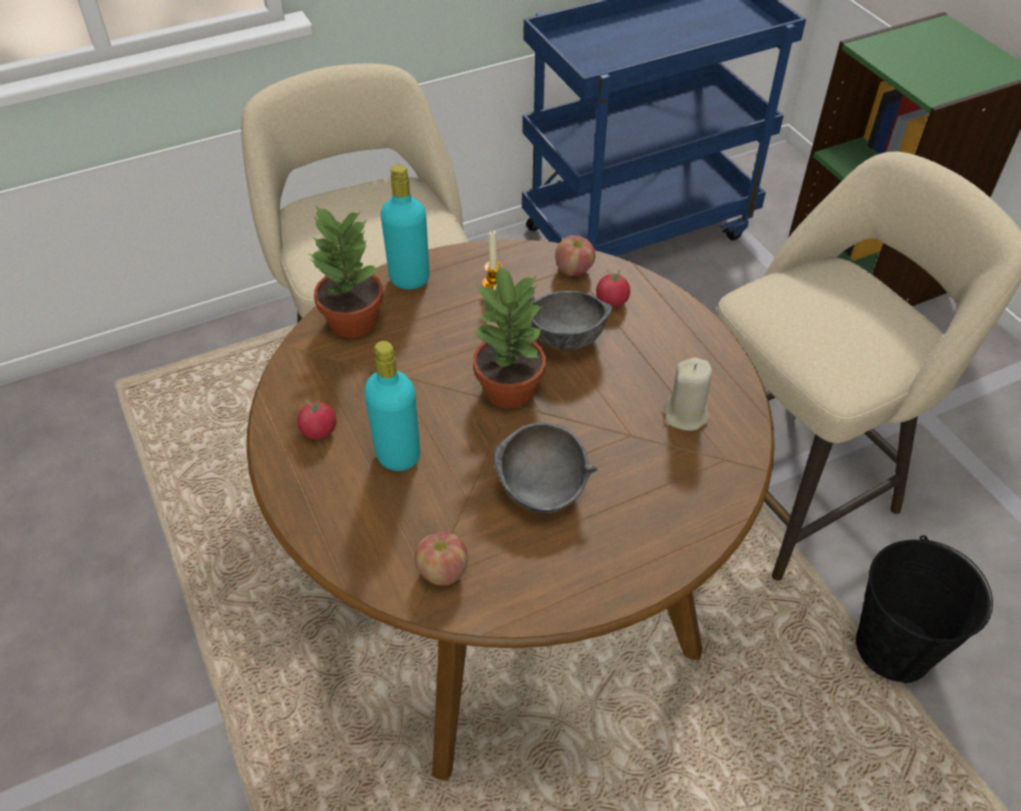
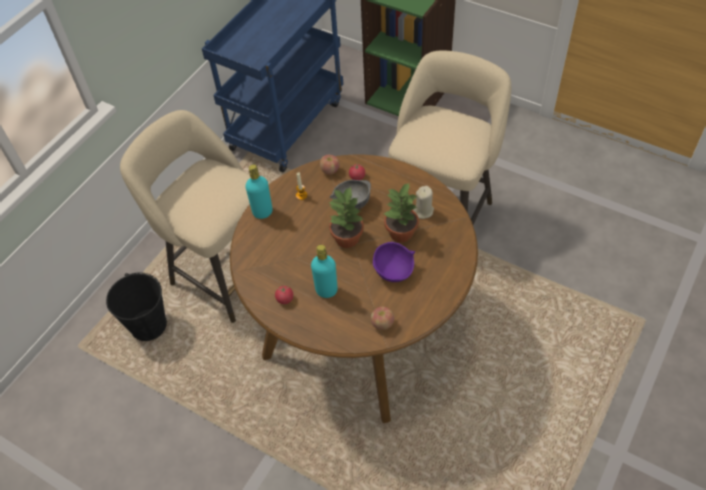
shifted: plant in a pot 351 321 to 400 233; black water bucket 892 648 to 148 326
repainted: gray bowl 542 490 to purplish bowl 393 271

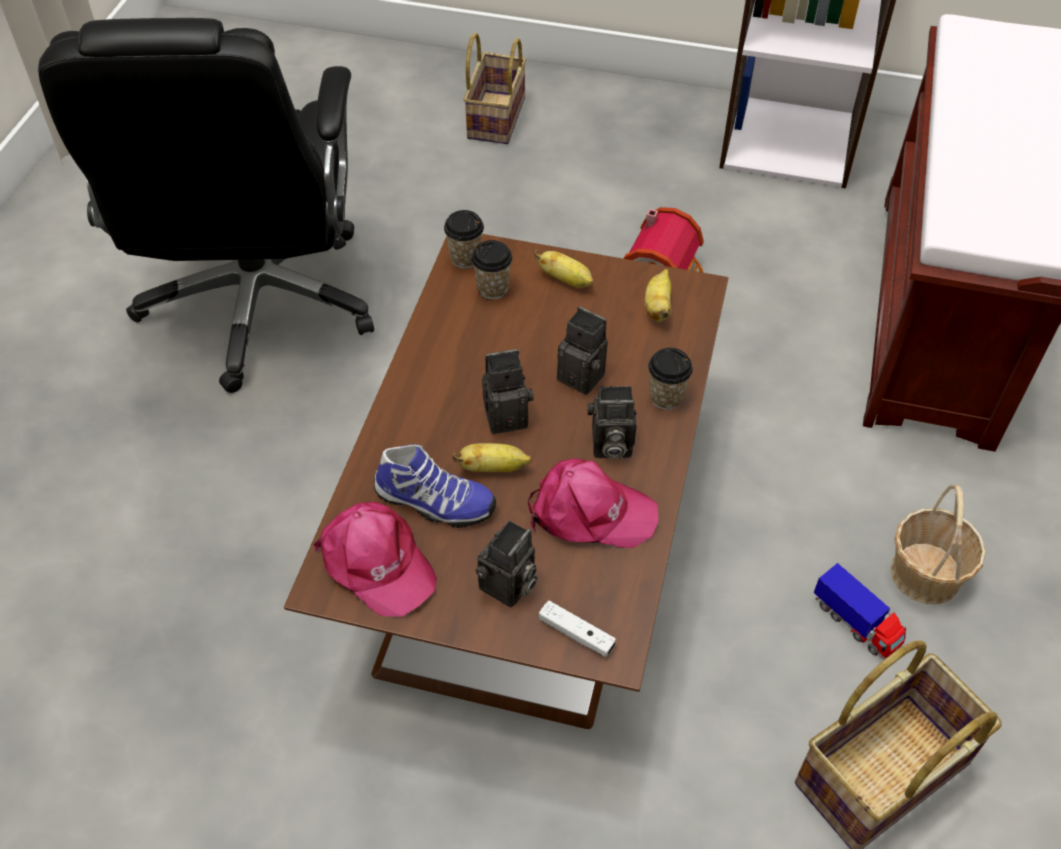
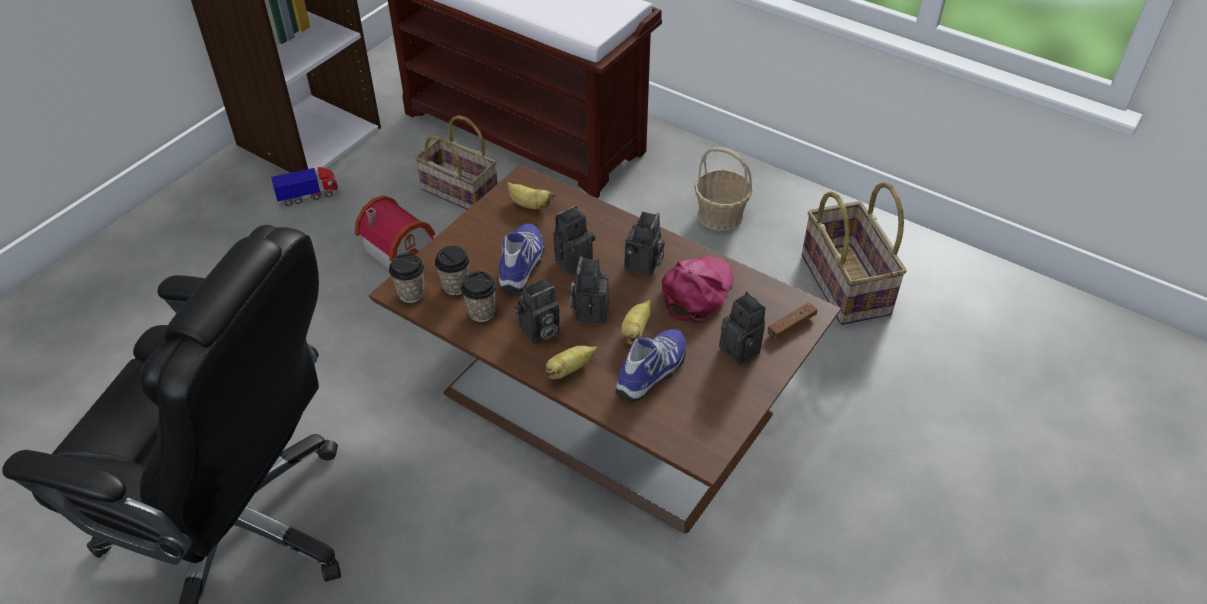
gone: pink peaked cap 376 563
new: item of footwear 523 265; still camera 539 332
shifted: basket 495 116 to 457 192; whole banana 566 280 to 569 370; small cup 666 397 to 481 312; model truck 856 624 to 308 196
repainted: white-coloured game controller 576 634 to brown-coloured game controller 791 325

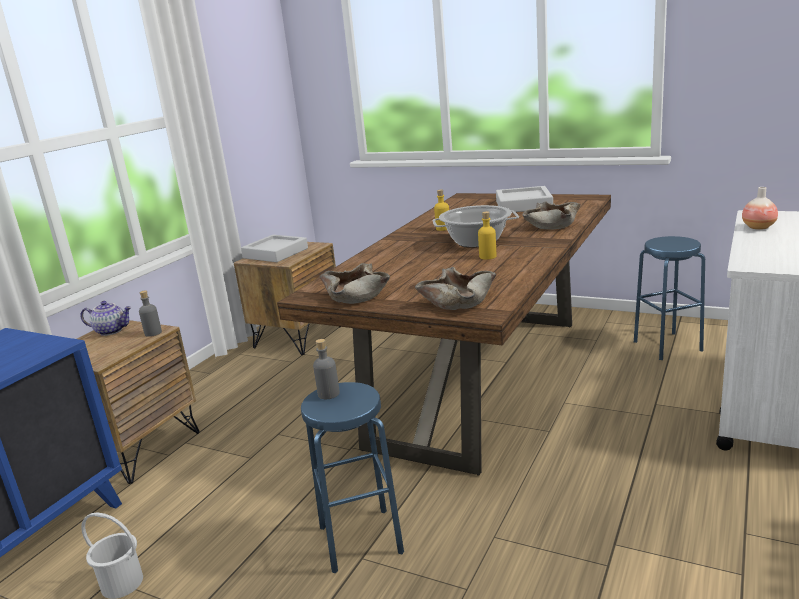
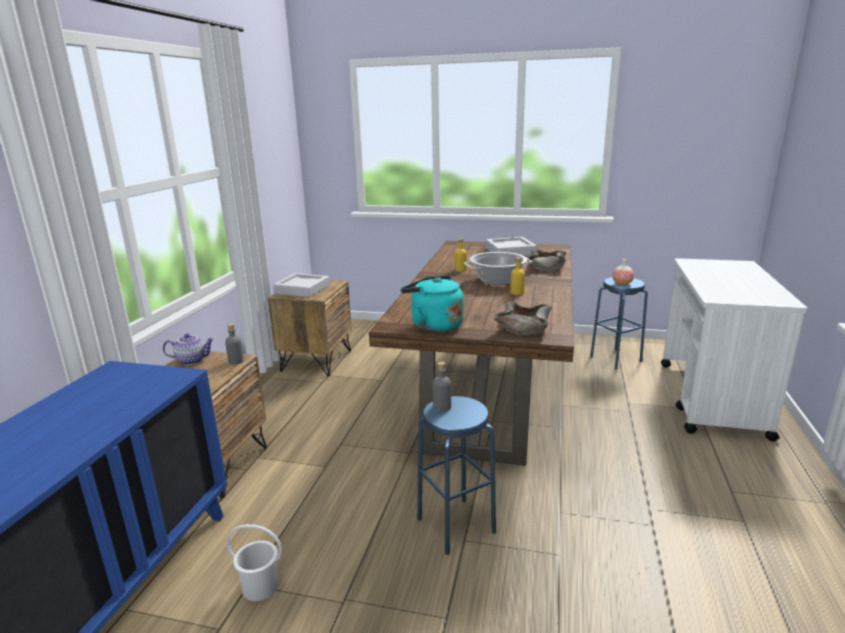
shifted: vase 758 227 to 622 284
swapped: sand-coloured bowl 355 296 to blue-green water kettle 434 325

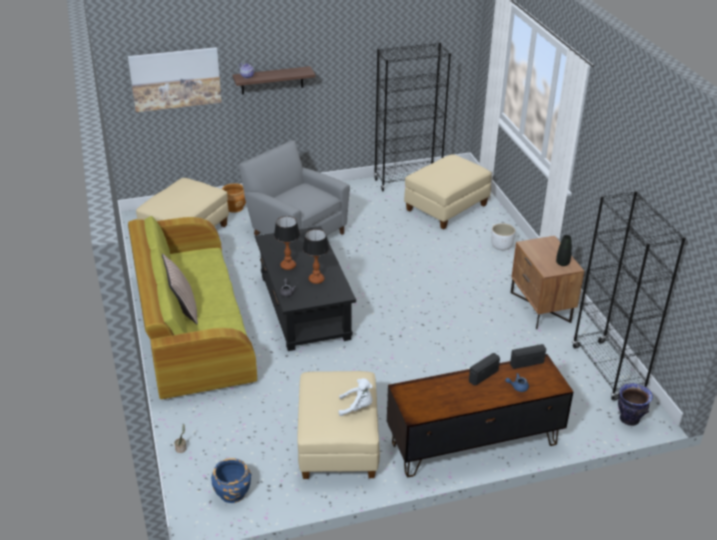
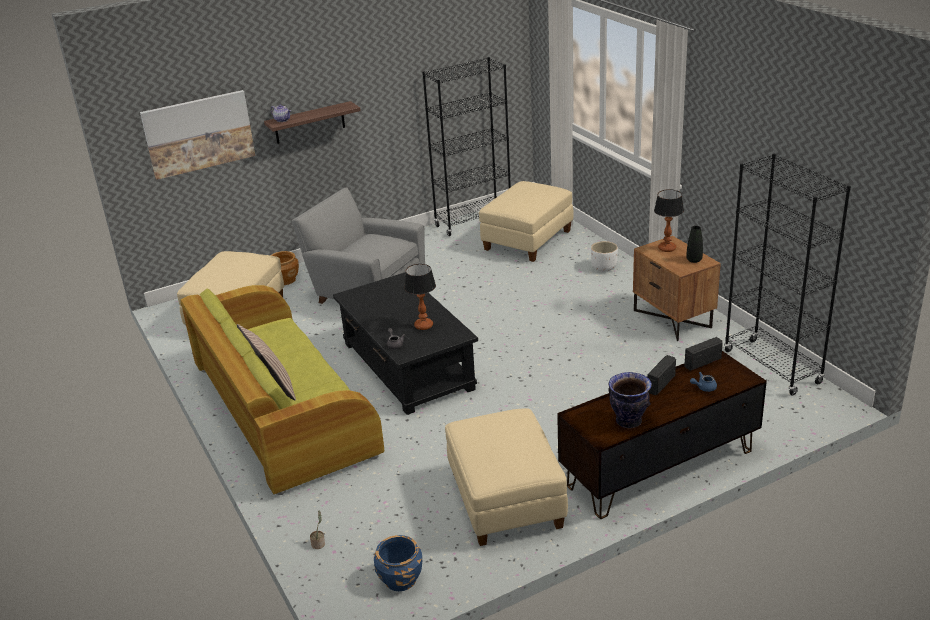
gone: white-coloured plush toy 357 407
shifted: table lamp 288 266 to 667 249; vase 629 419 to 628 421

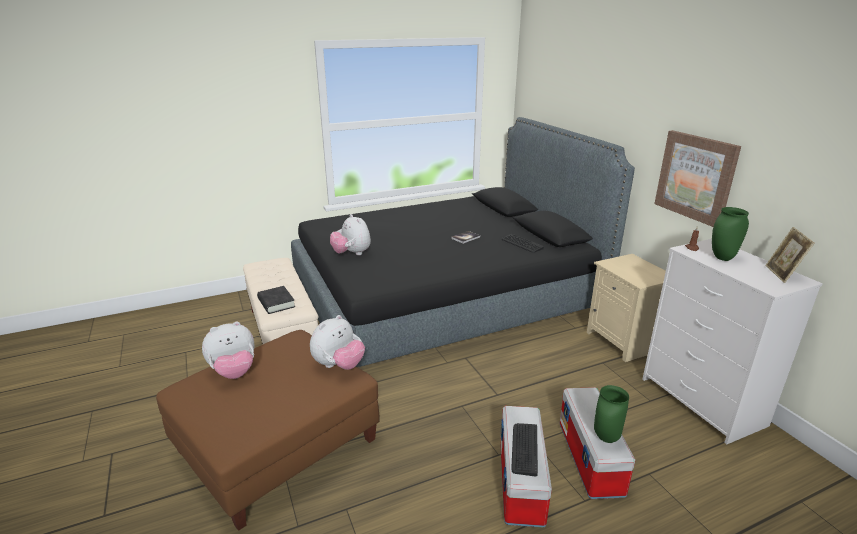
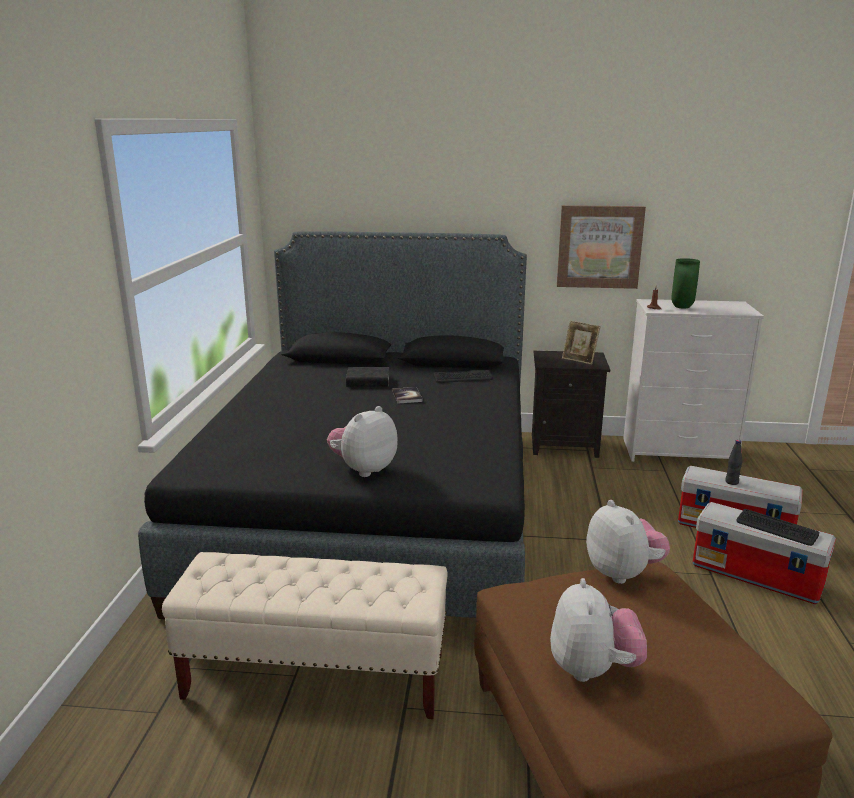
gone: greenish vase 605 437
new: black bottle 731 482
shifted: black bound book 276 303 to 368 381; picture frame 782 274 to 579 360
repainted: sand-coloured bedside table 624 342 to black bedside table 565 445
rotated: plush toy 352 254 = 363 469 135 degrees clockwise

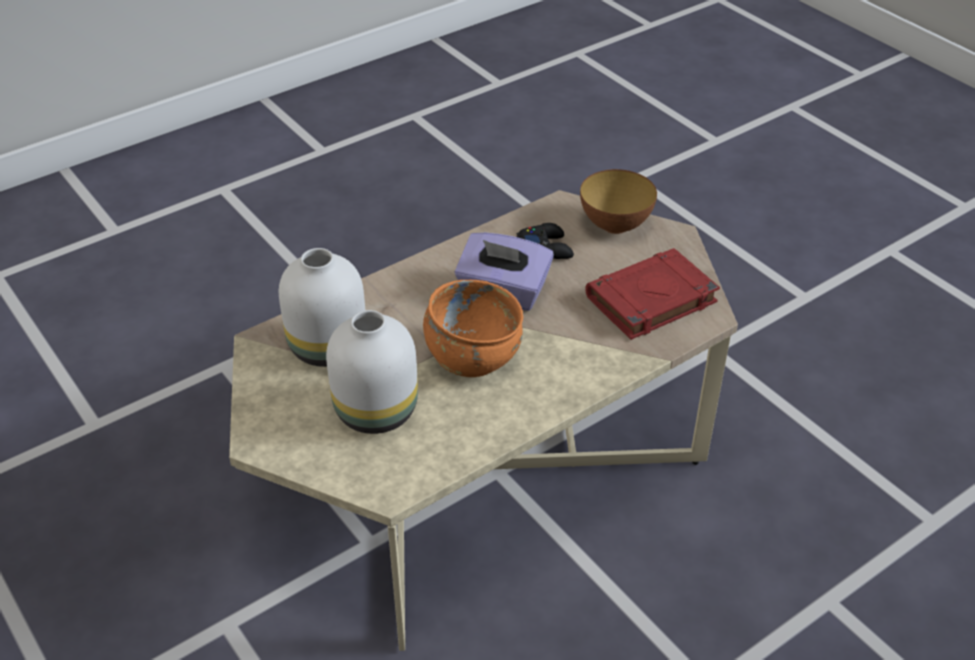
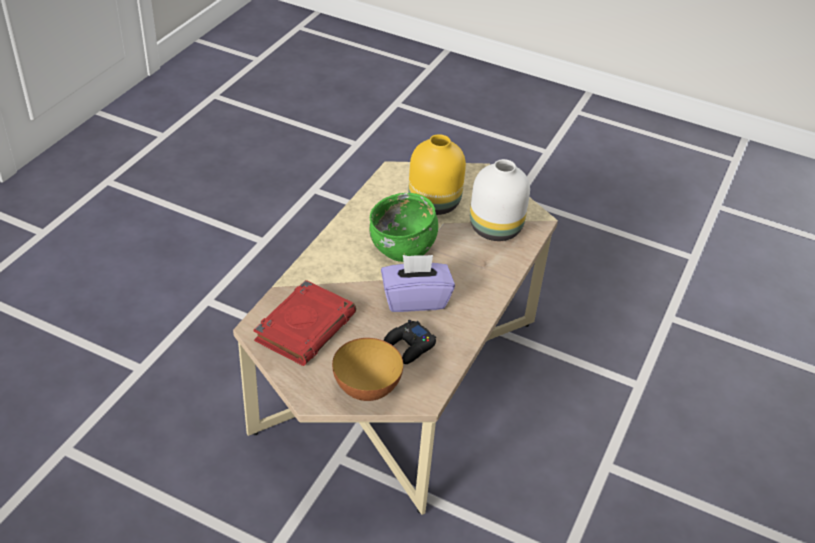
repainted: white-coloured vase 378 410 to yellow vase 433 204; orange bowl 472 358 to greenish bowl 402 248

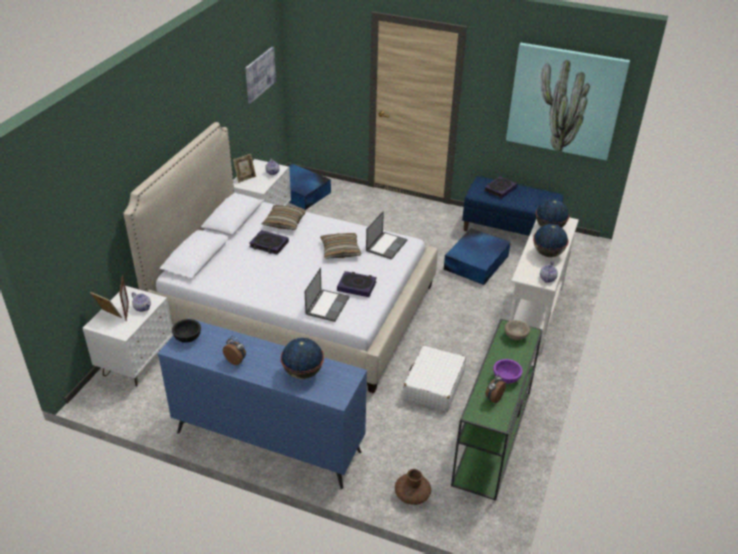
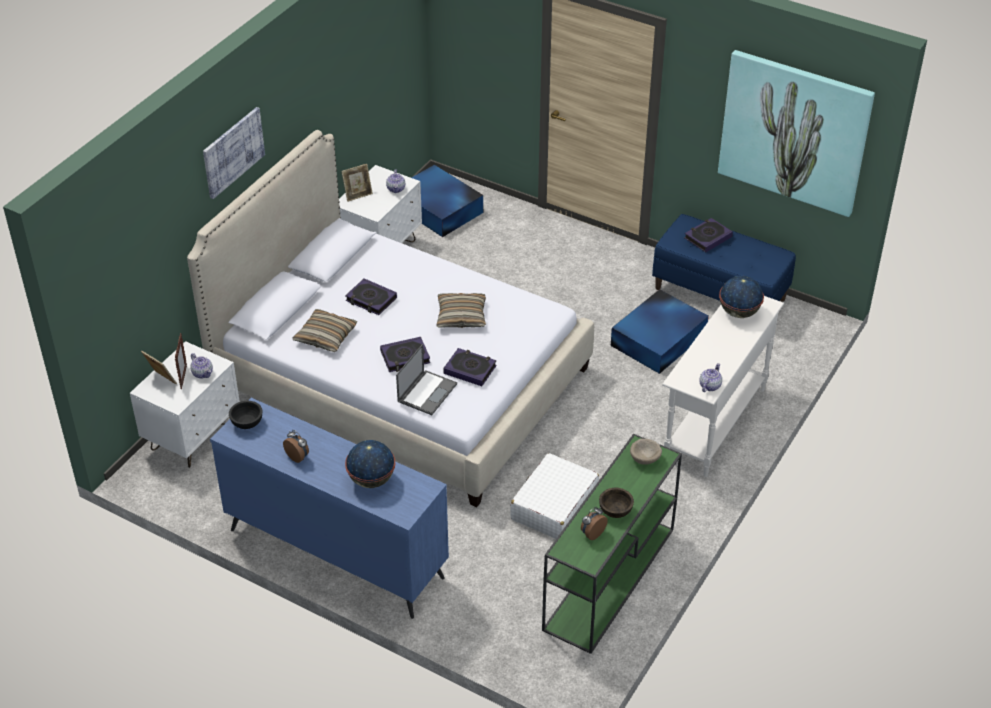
gone: portable computer 386 245; brown-coloured vase 412 494; world globe 548 254
new: bound book 405 357
shifted: picture 259 74 to 233 152; pillow 284 222 to 326 336
repainted: purplish bowl 506 378 to brown-coloured bowl 615 510

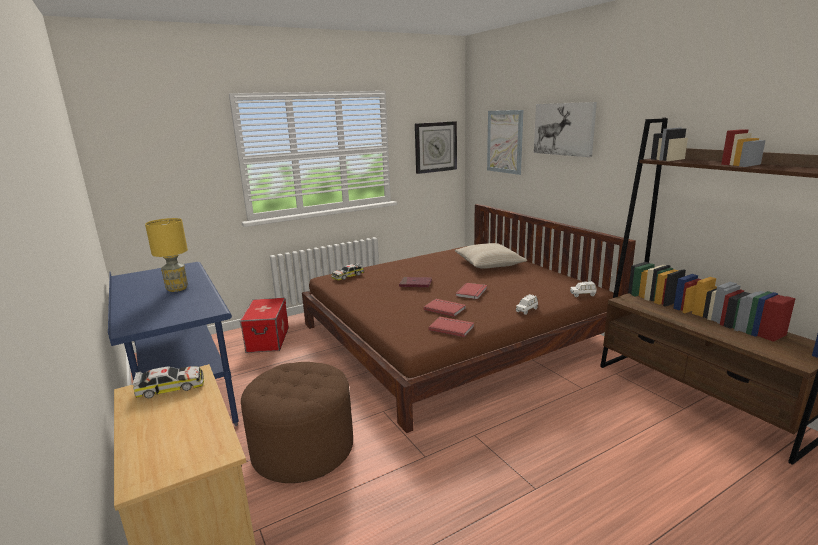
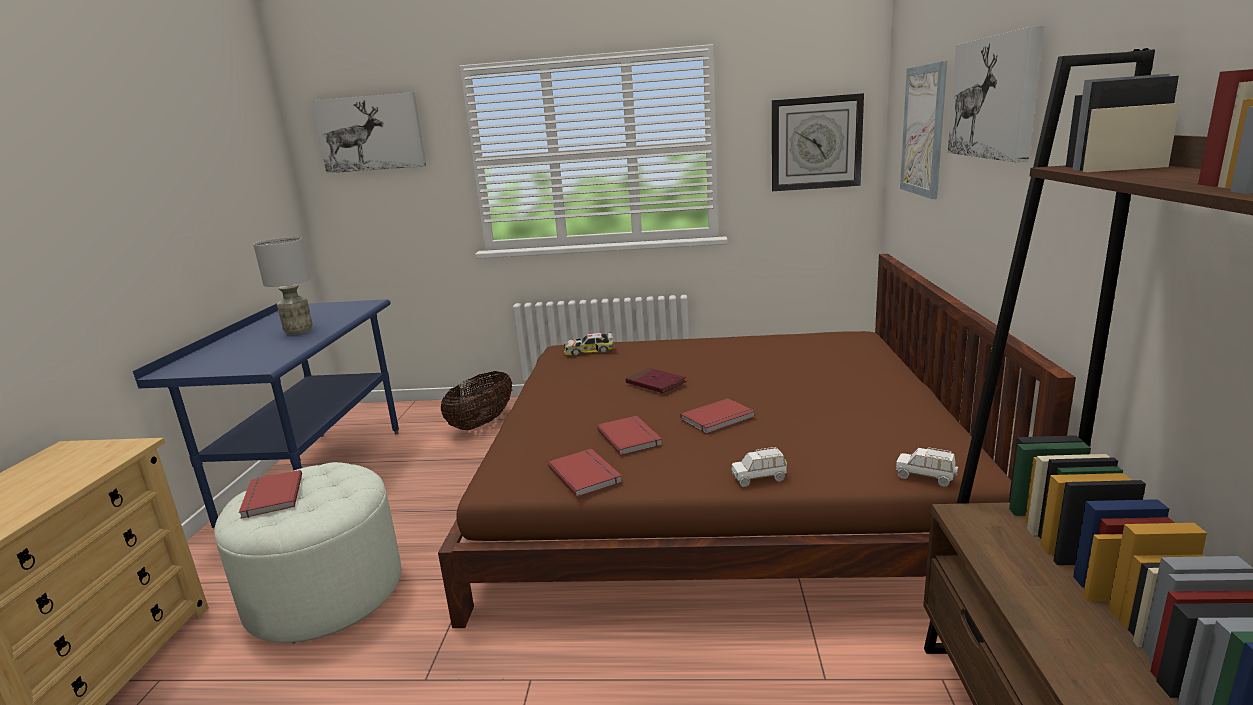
gone: model car 171 387; sand-coloured pillow 489 263
new: red bound book 270 497; picture 371 133
swapped: storage box 268 339 to basket 482 423
repainted: yellow table lamp 176 289 to gray table lamp 298 331; brown-coloured footrest 303 448 to white-coloured footrest 325 592

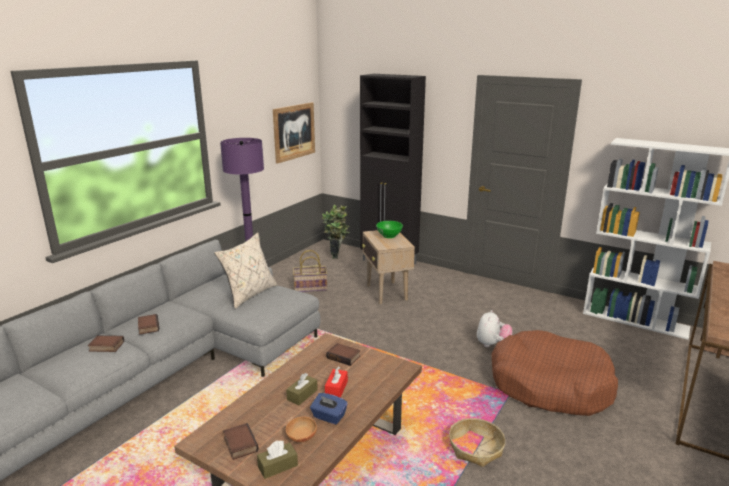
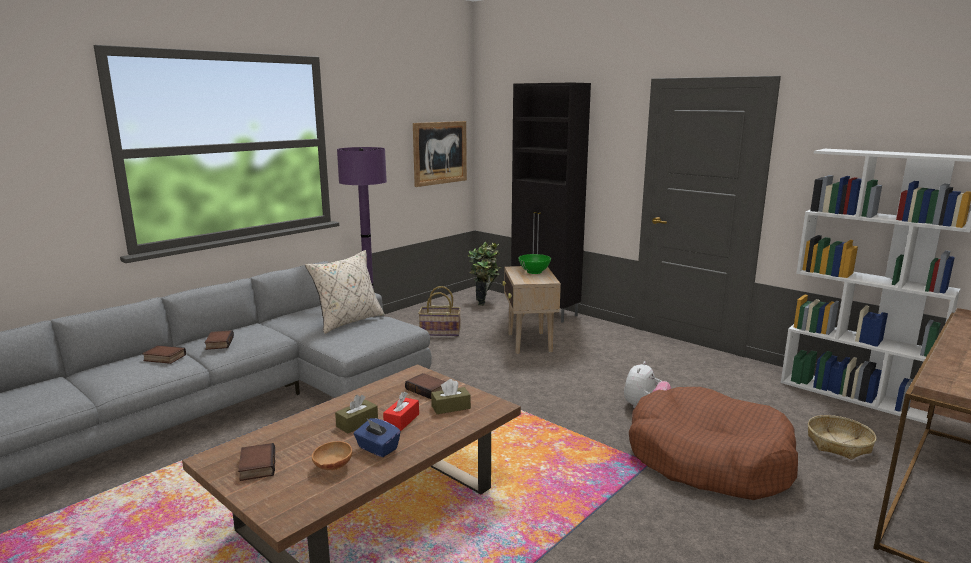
shifted: brown-coloured box of tissues 277 466 to 451 407; basket 475 448 to 838 444

